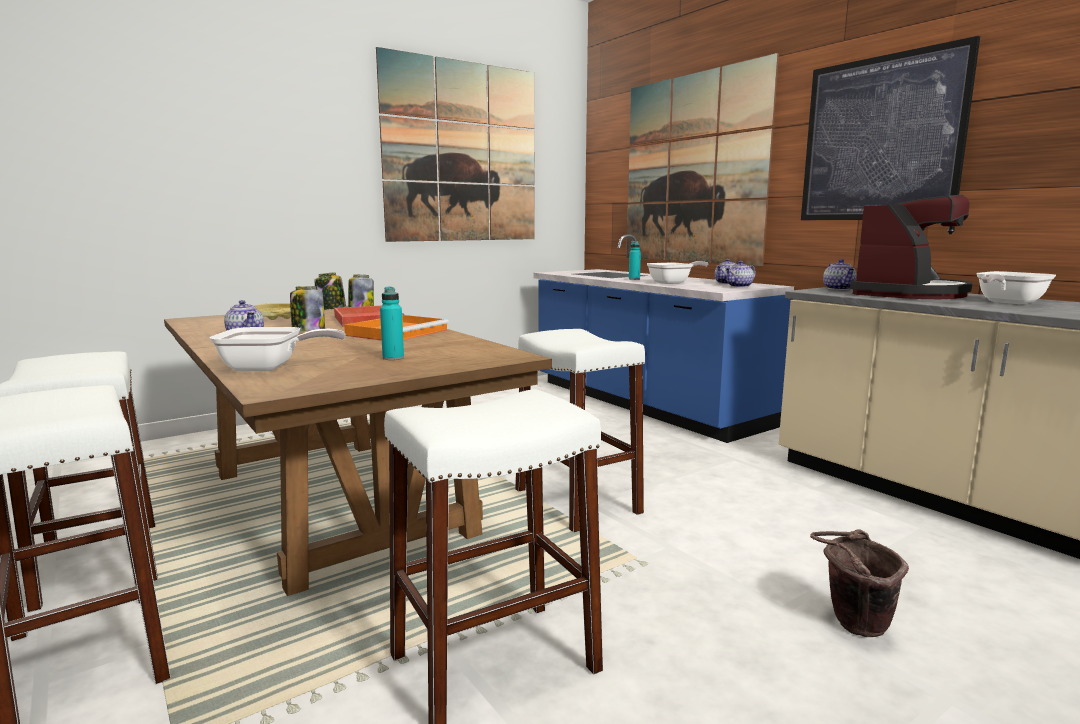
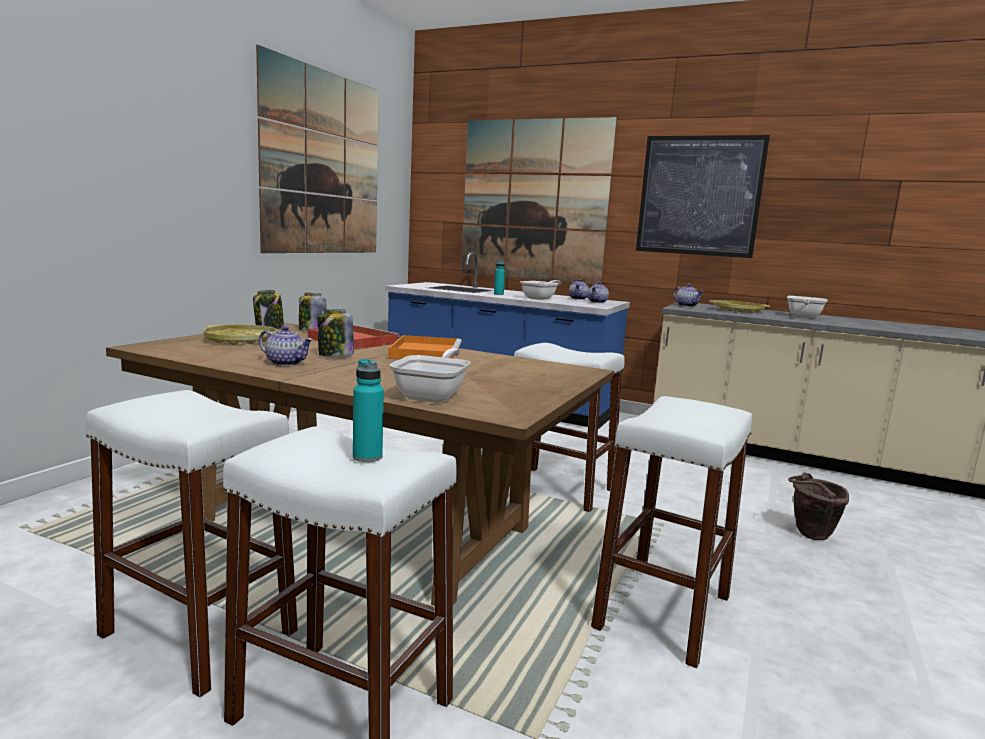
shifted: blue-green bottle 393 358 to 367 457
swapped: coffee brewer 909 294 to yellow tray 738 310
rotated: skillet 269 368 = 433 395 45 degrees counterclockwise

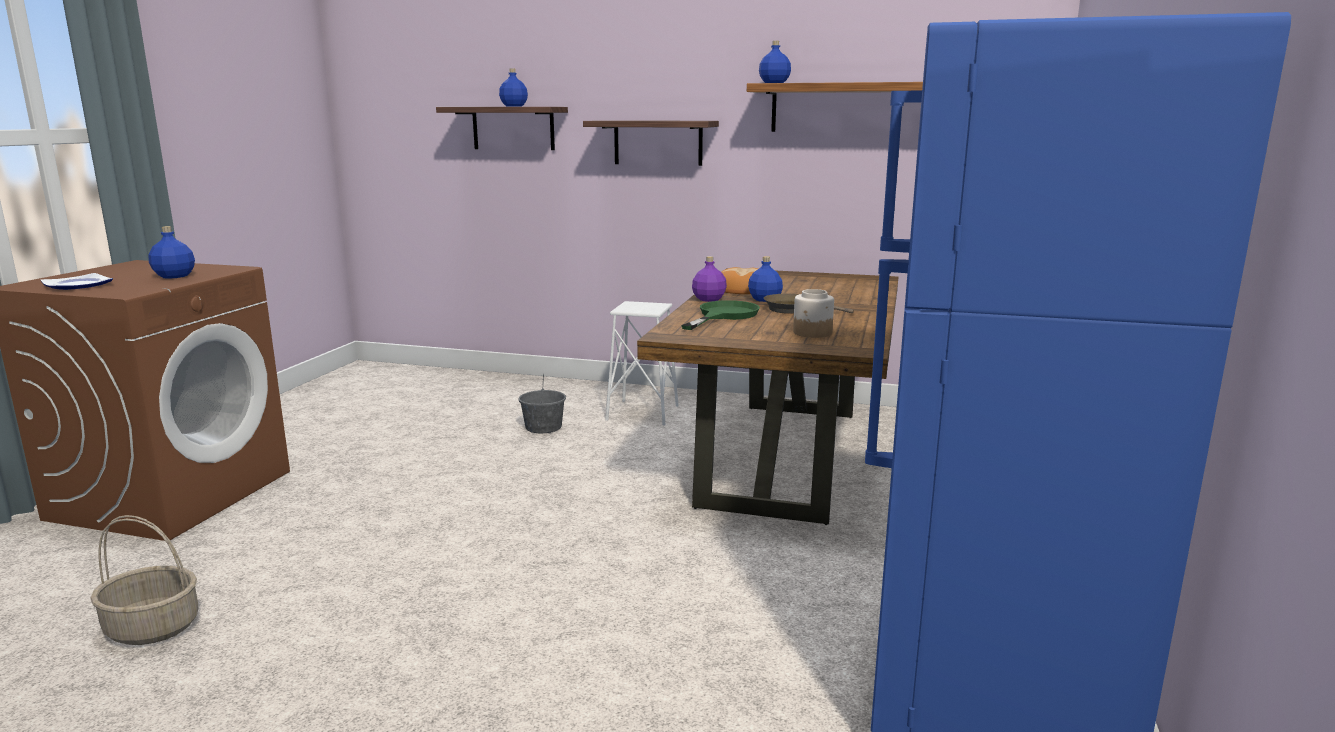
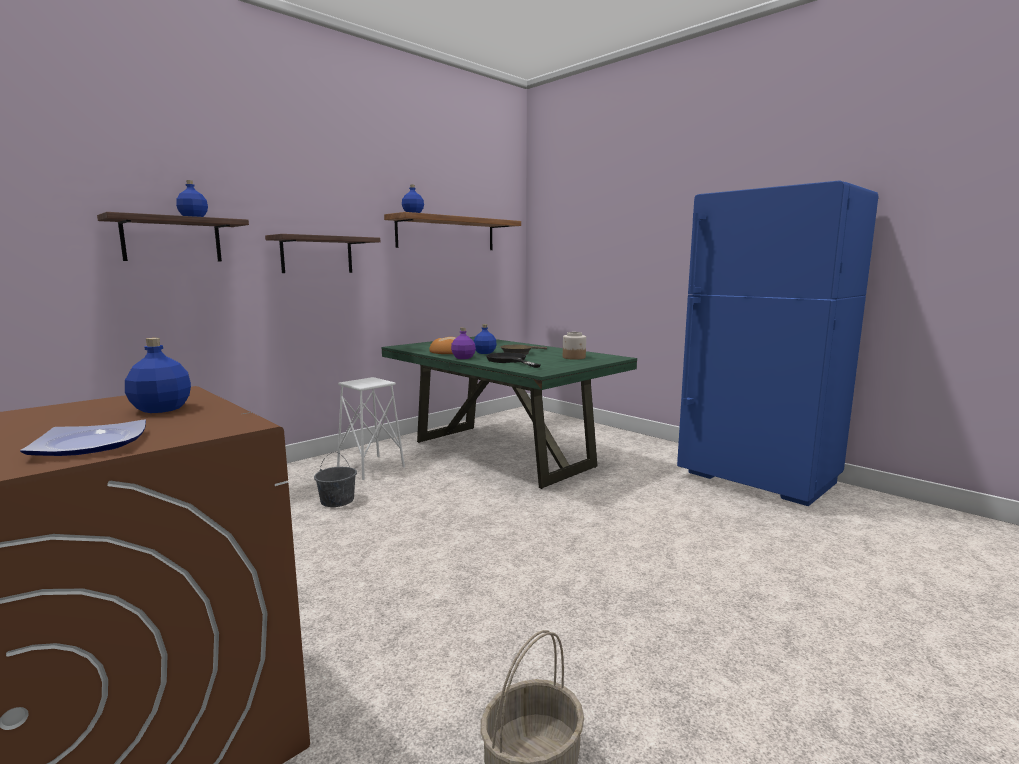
repainted: brown-coloured kitchen table 782 456 to greenish kitchen table 500 454; greenish skillet 723 315 to black skillet 510 361

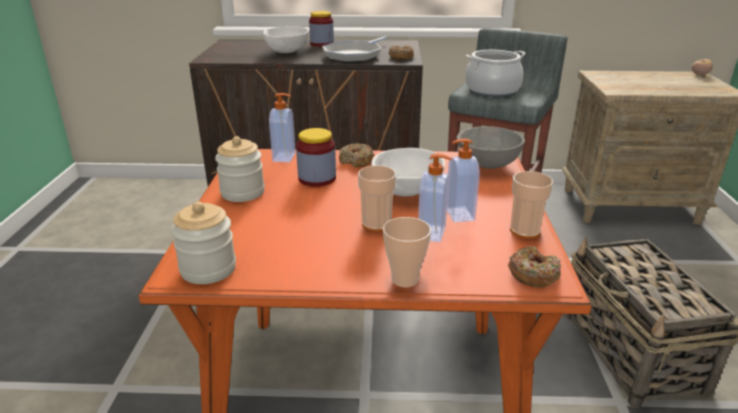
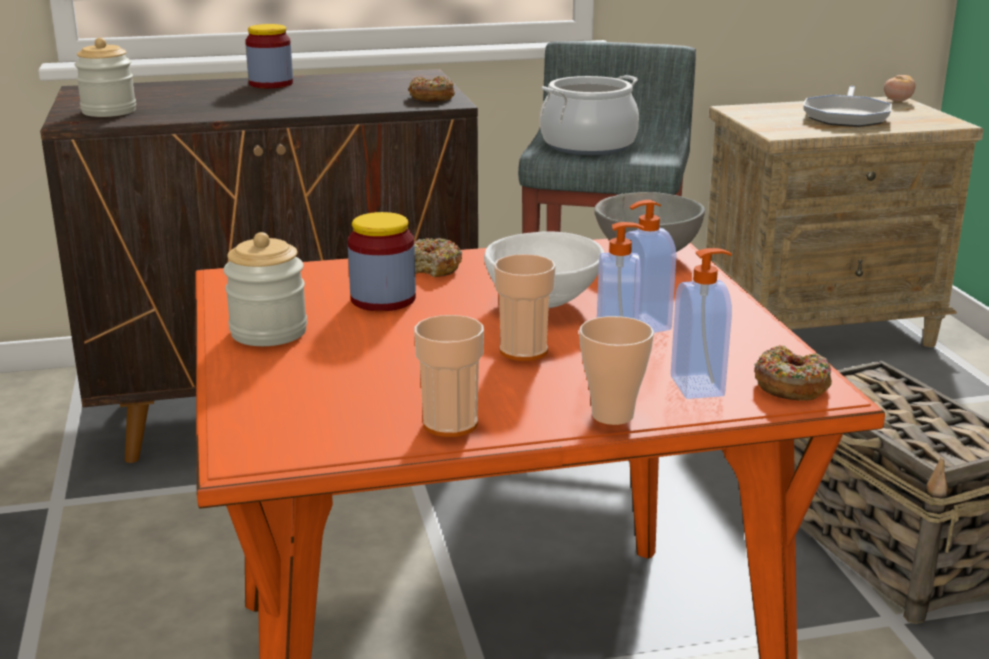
gone: white-coloured bowl 287 52
shifted: preserve jar 208 269 to 109 111; soap dispenser 285 157 to 699 386; skillet 354 55 to 846 116; small cup 525 231 to 450 424

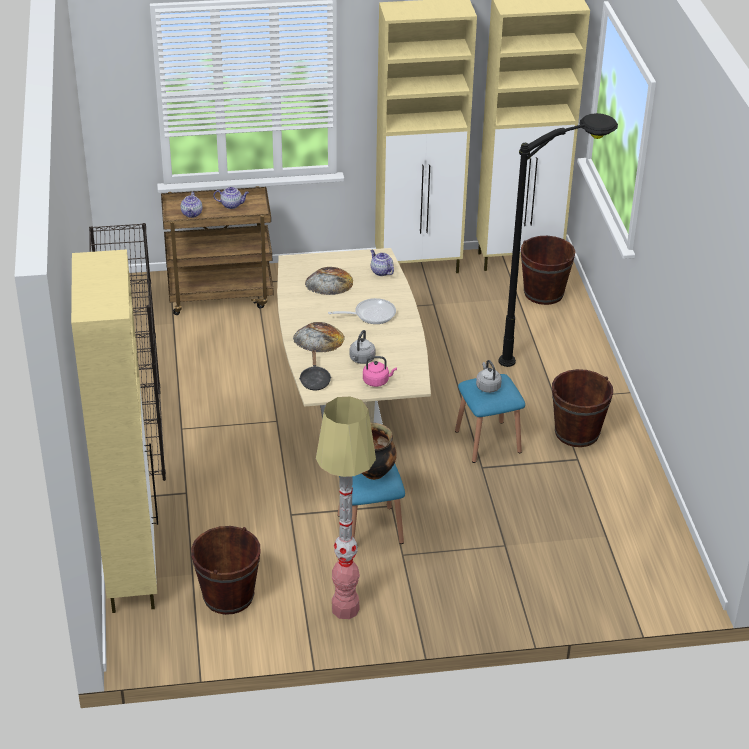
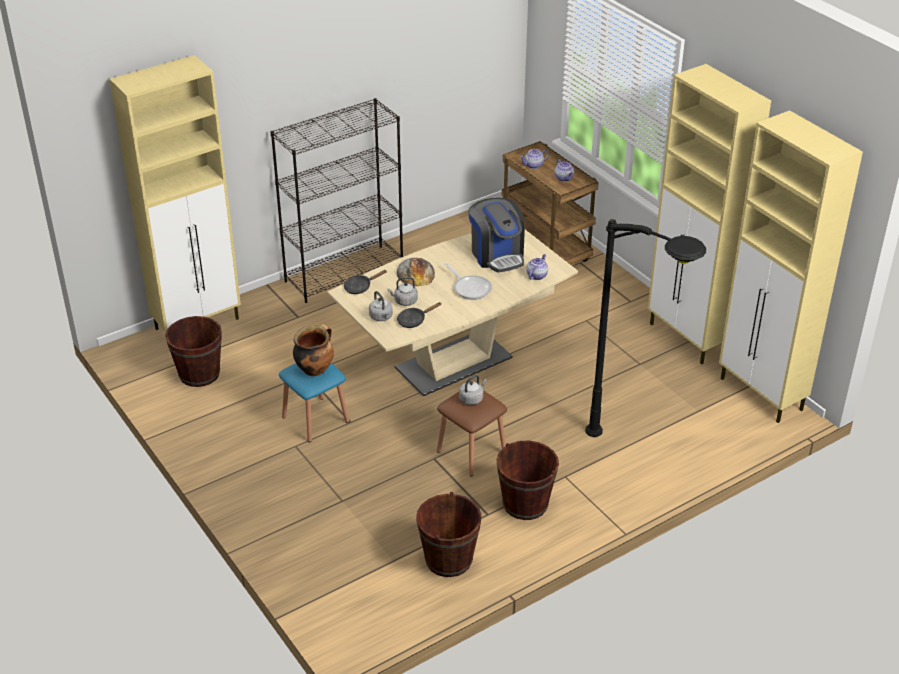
gone: standing lamp 345 609
new: black skillet 414 320
shifted: brown-coloured water bucket 543 293 to 449 559
swapped: bread 329 282 to coffee brewer 497 255
repainted: pink water kettle 377 381 to gray water kettle 381 317; blue stool 487 441 to brown-coloured stool 471 452

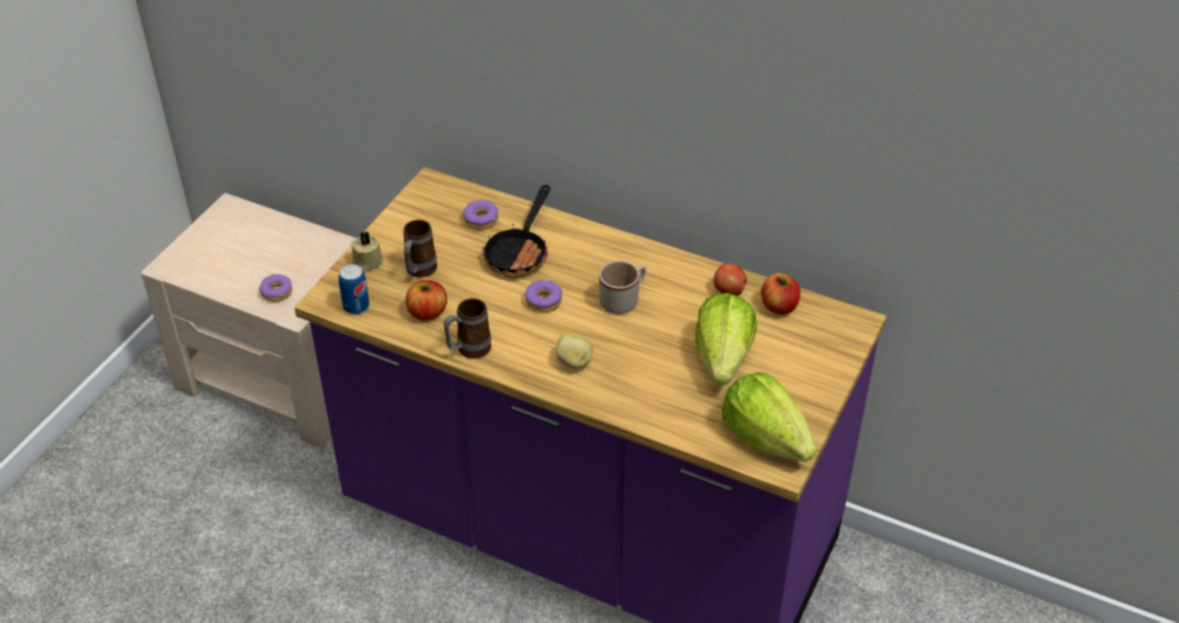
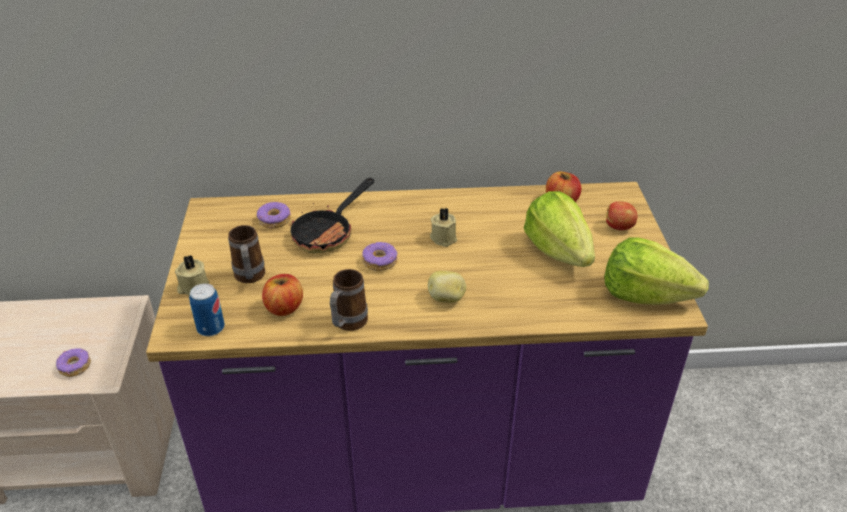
shifted: apple 729 291 to 619 227
swapped: sand-coloured mug 623 300 to sand-coloured candle 444 237
rotated: skillet 520 252 = 328 233 45 degrees clockwise

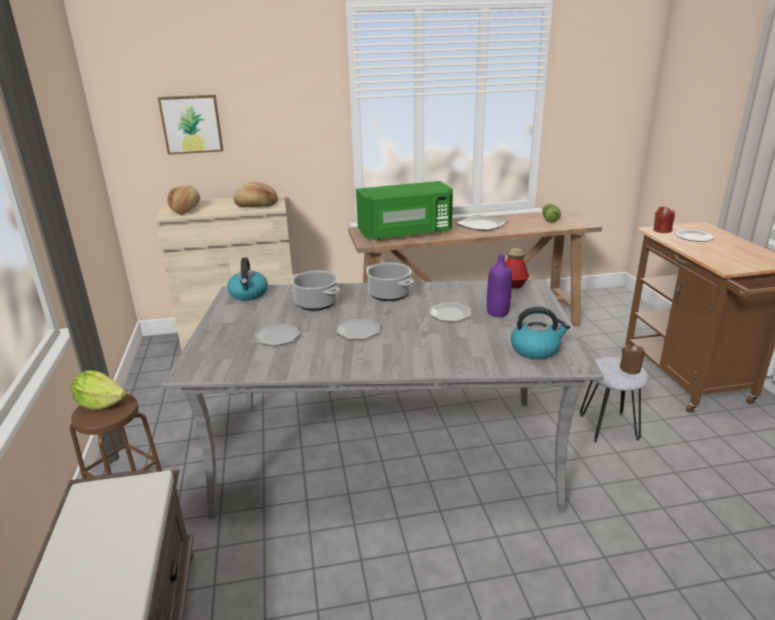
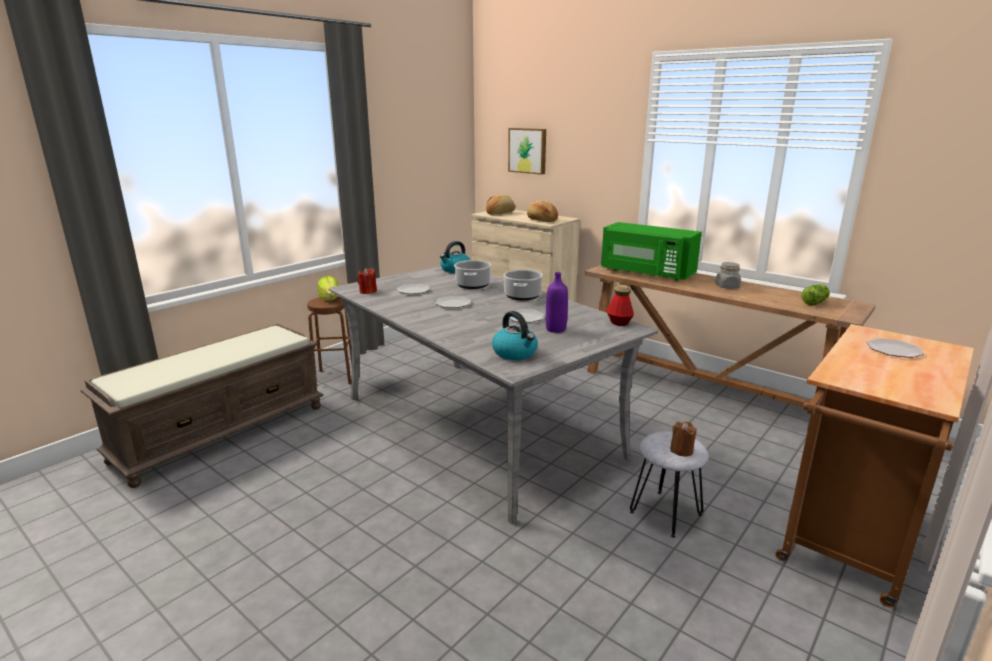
shifted: red candle 662 230 to 368 291
swapped: flat dish 481 225 to gray preserve jar 727 286

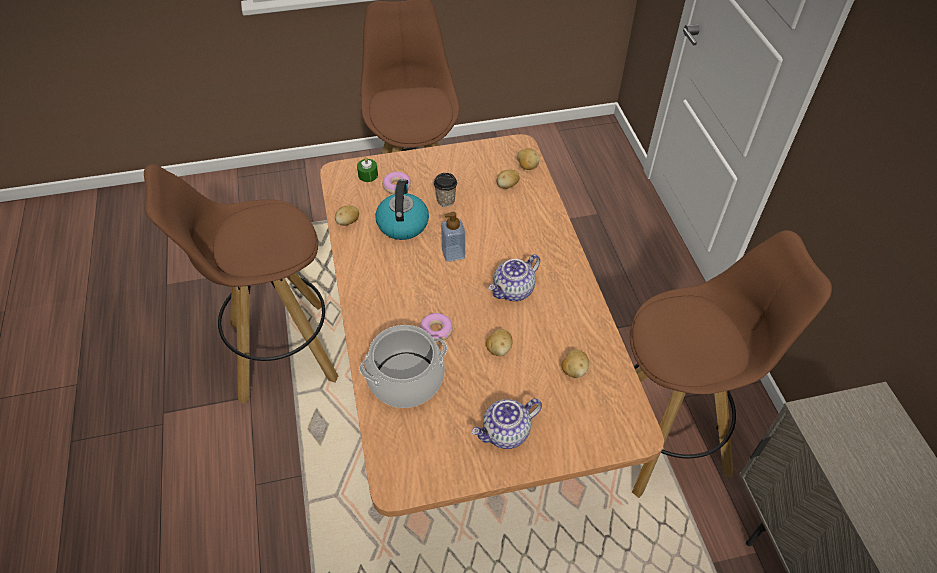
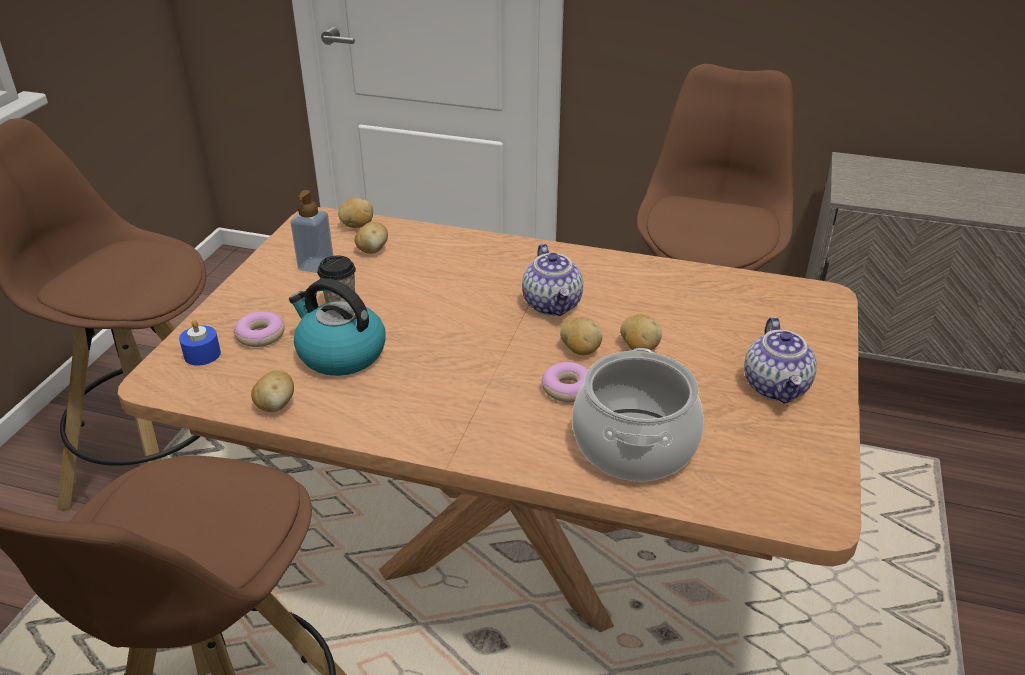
shifted: soap dispenser 453 253 to 316 265; whole potato 573 370 to 580 350
repainted: greenish candle 368 175 to blue candle 202 354

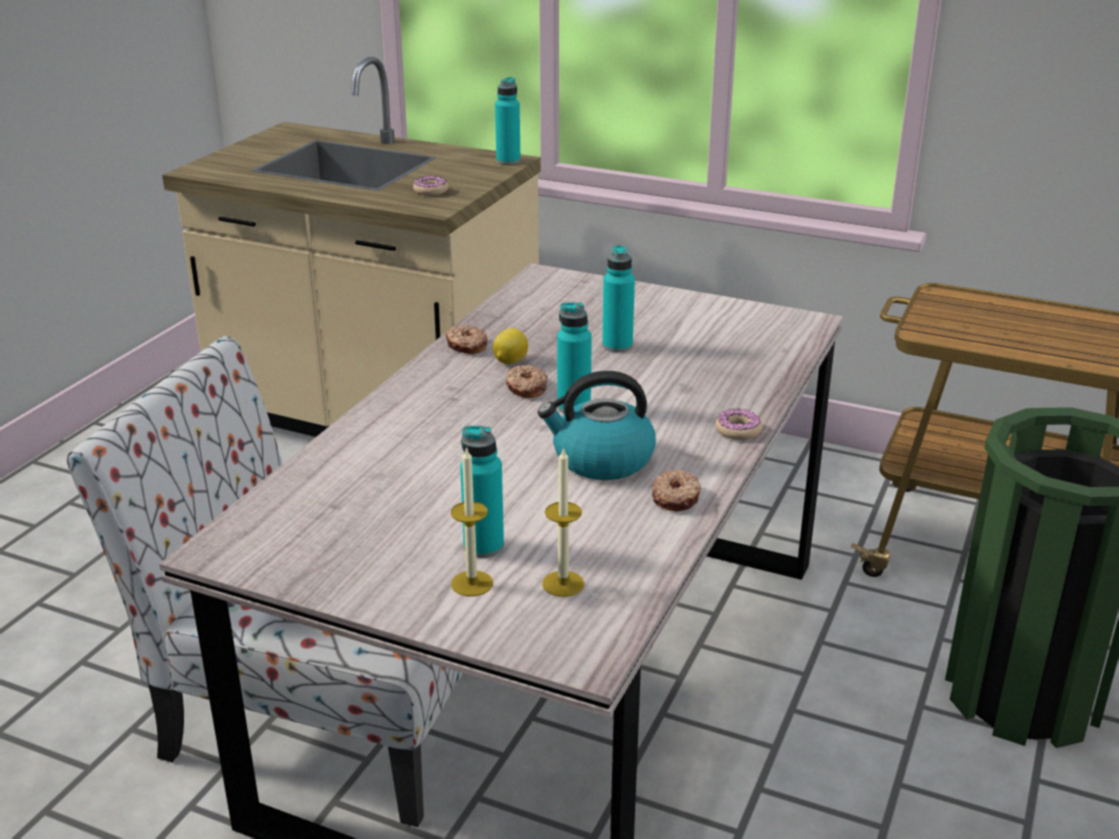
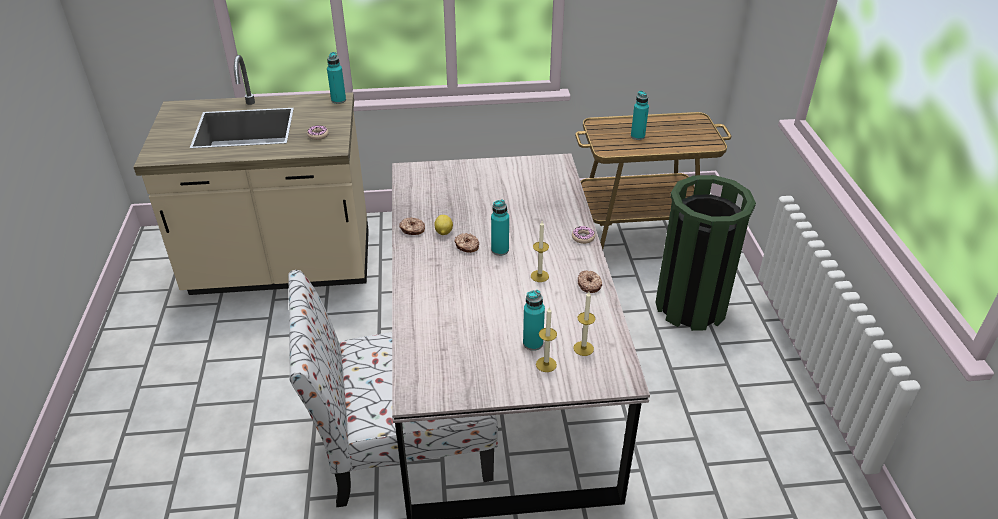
shifted: blue-green bottle 617 346 to 637 136
swapped: water kettle 601 460 to candle 539 276

